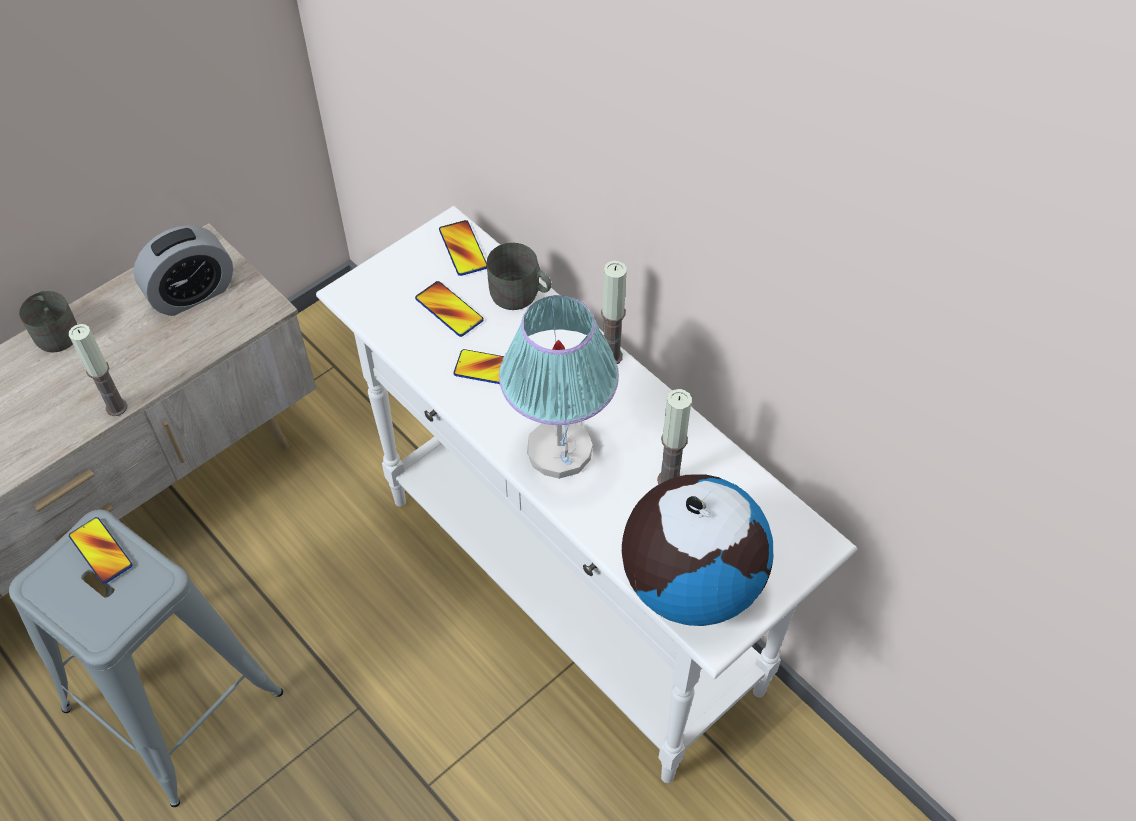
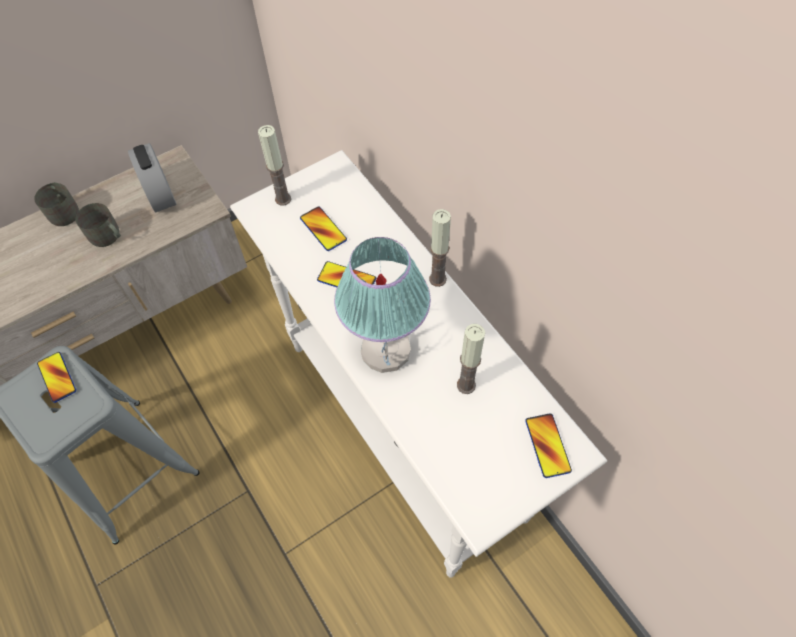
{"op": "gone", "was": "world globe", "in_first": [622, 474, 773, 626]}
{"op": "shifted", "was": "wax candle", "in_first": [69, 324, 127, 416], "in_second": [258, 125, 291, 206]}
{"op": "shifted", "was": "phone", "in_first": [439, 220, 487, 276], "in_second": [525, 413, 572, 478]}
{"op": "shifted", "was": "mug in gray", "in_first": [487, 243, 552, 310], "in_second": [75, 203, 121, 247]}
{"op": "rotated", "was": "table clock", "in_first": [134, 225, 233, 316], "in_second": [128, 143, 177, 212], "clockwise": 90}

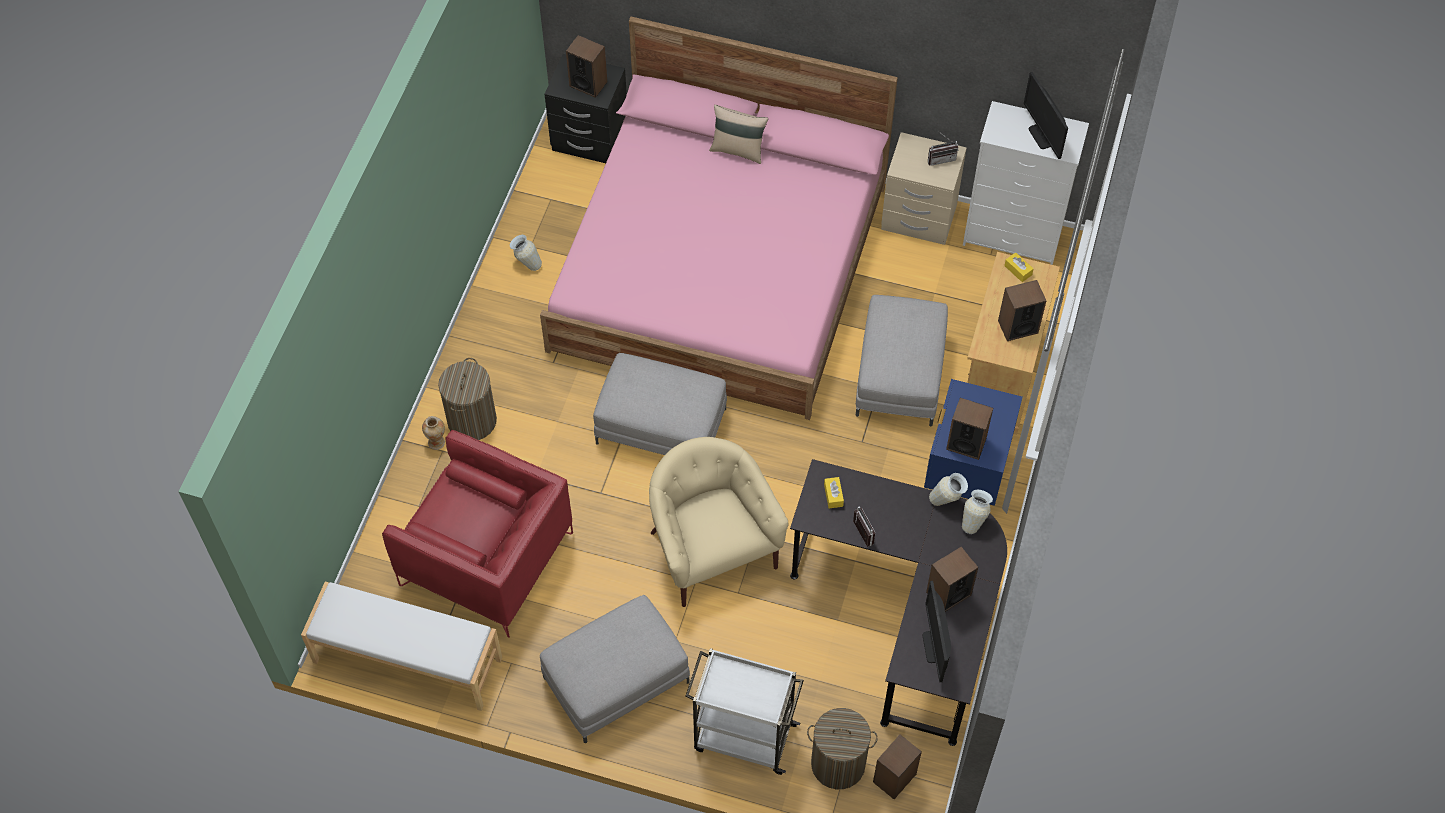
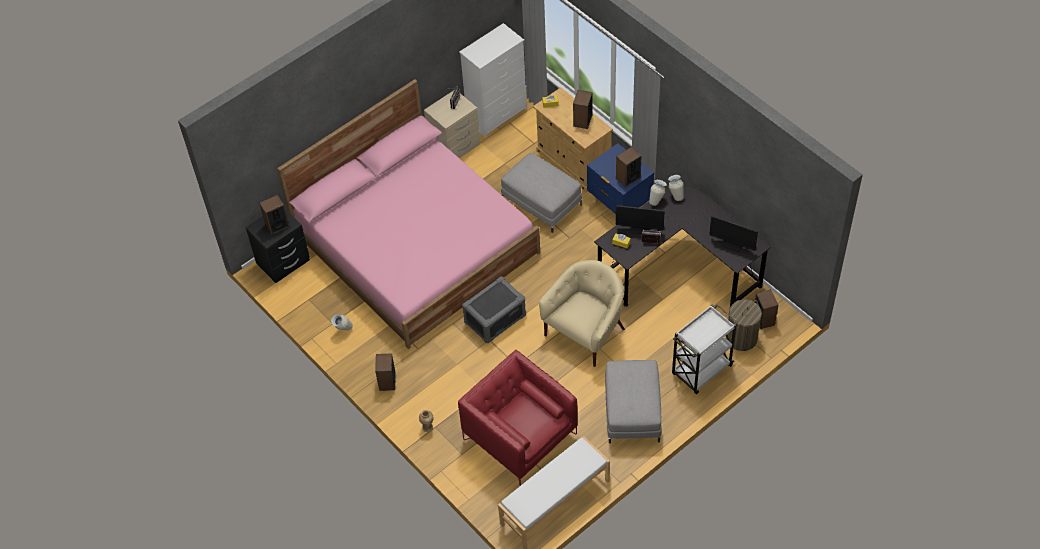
{"op": "gone", "was": "washing basket", "in_first": [438, 358, 497, 440]}
{"op": "gone", "was": "pillow in beige", "in_first": [709, 105, 768, 164]}
{"op": "shifted", "was": "audio speaker", "in_first": [926, 546, 978, 612], "in_second": [375, 353, 396, 391]}
{"op": "shifted", "was": "computer screen", "in_first": [1024, 72, 1068, 159], "in_second": [616, 205, 665, 234]}
{"op": "swapped", "was": "ottoman in gray", "now": "storage bin in gray", "in_first": [593, 353, 727, 455], "in_second": [462, 276, 526, 343]}
{"op": "rotated", "was": "armchair in red", "in_first": [382, 430, 573, 638], "in_second": [458, 350, 578, 486], "clockwise": -105}
{"op": "rotated", "was": "armchair in beige", "in_first": [649, 437, 788, 607], "in_second": [539, 260, 625, 367], "clockwise": 120}

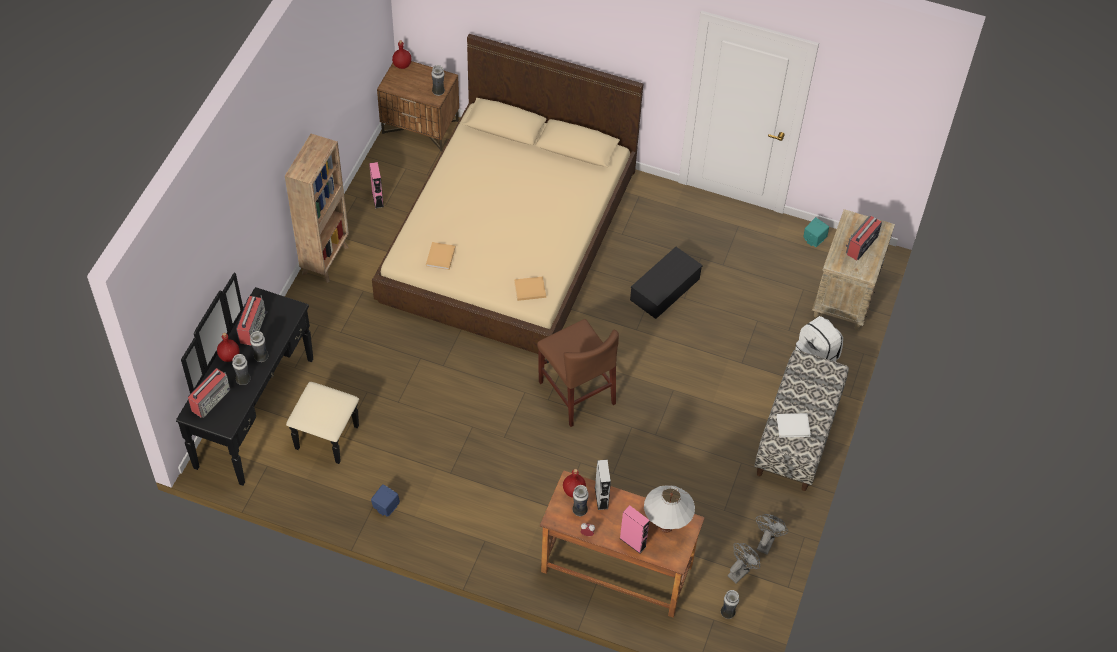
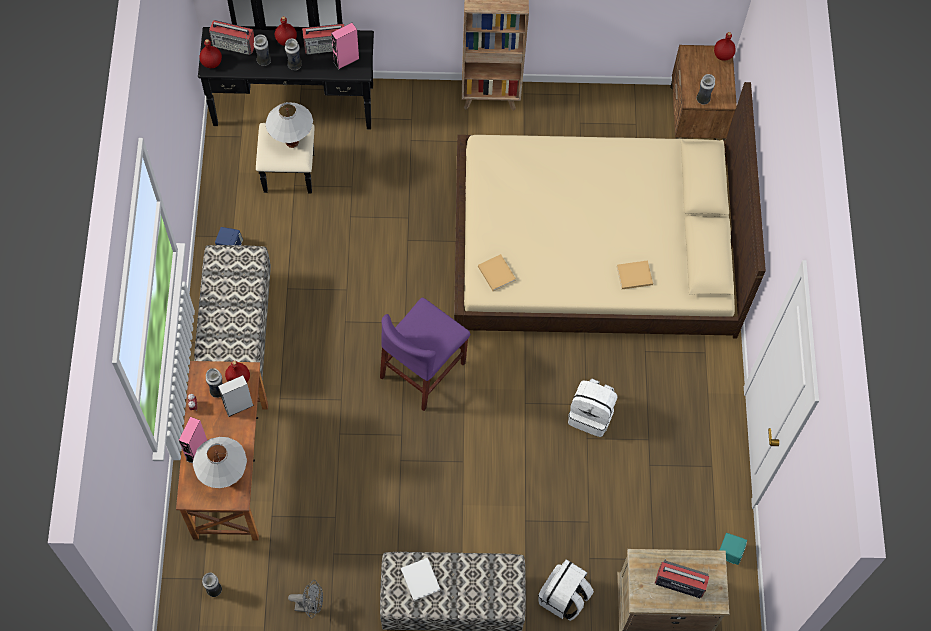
{"op": "gone", "was": "electric fan in gray", "in_first": [727, 543, 760, 583]}
{"op": "new", "now": "bench", "in_second": [194, 245, 271, 379]}
{"op": "new", "now": "bottle in red", "in_second": [200, 39, 222, 68]}
{"op": "new", "now": "lamp for a table in white", "in_second": [265, 102, 313, 148]}
{"op": "shifted", "was": "audio speaker in pink", "in_first": [369, 162, 384, 208], "in_second": [331, 23, 359, 70]}
{"op": "shifted", "was": "book in beige", "in_first": [426, 242, 455, 270], "in_second": [617, 260, 653, 289]}
{"op": "swapped", "was": "storage bin in blackish", "now": "rucksack in white", "in_first": [630, 247, 703, 319], "in_second": [568, 378, 617, 437]}
{"op": "repainted", "was": "plain chair in brown-coloured", "now": "plain chair in purple-coloured", "in_first": [537, 319, 619, 427], "in_second": [380, 298, 470, 411]}

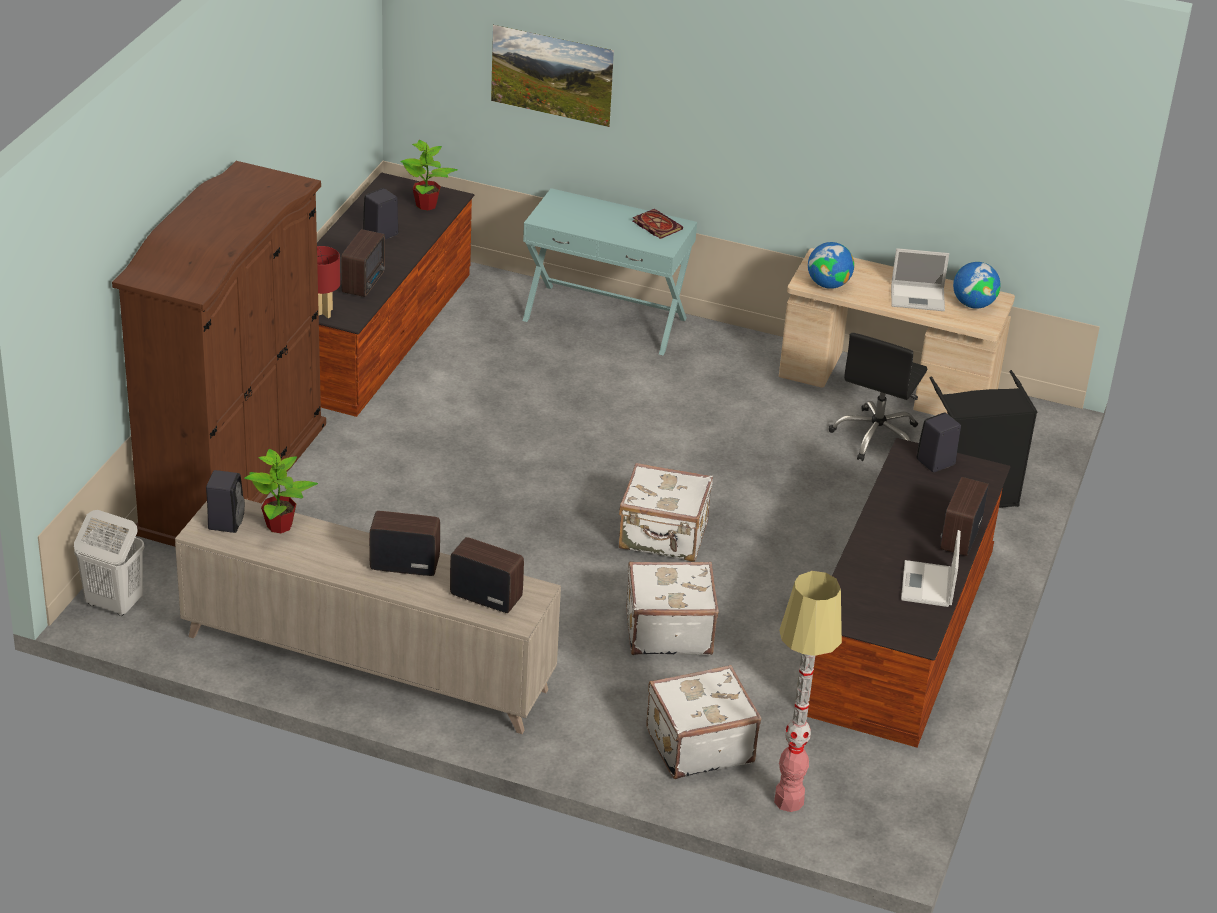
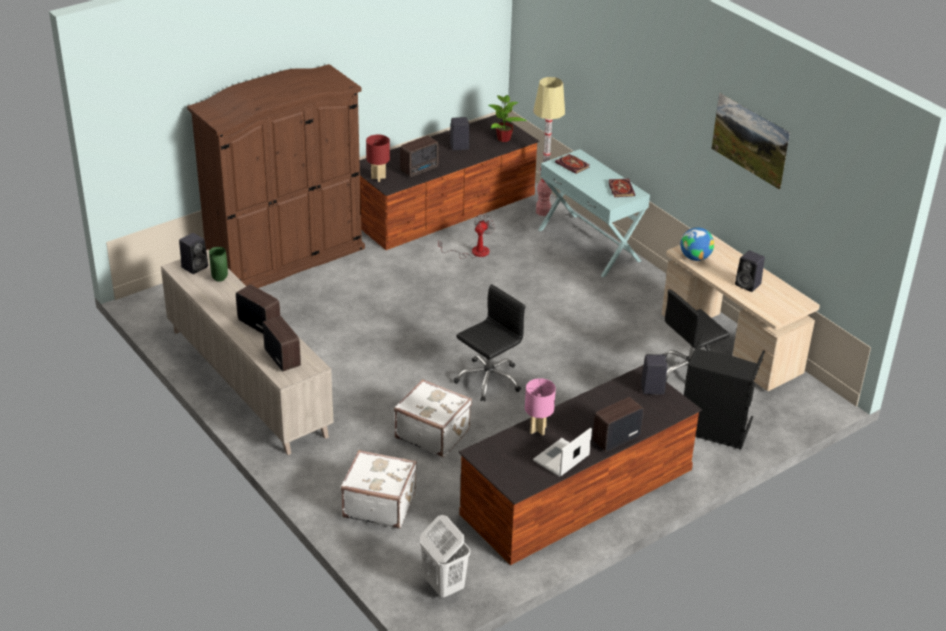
{"op": "gone", "was": "world globe", "in_first": [953, 262, 1001, 309]}
{"op": "new", "now": "electric fan", "in_second": [438, 214, 495, 259]}
{"op": "new", "now": "lamp for a table in pink", "in_second": [525, 378, 556, 436]}
{"op": "new", "now": "book", "in_second": [555, 154, 590, 174]}
{"op": "shifted", "was": "washing basket in white", "in_first": [74, 510, 144, 616], "in_second": [420, 515, 470, 598]}
{"op": "shifted", "was": "picture", "in_first": [491, 25, 614, 127], "in_second": [711, 93, 790, 190]}
{"op": "shifted", "was": "standing lamp", "in_first": [774, 571, 842, 812], "in_second": [534, 77, 565, 216]}
{"op": "swapped", "was": "houseplant", "now": "flower vase in greenish", "in_first": [245, 449, 318, 533], "in_second": [209, 247, 228, 282]}
{"op": "swapped", "was": "suitcase in white", "now": "computer chair in blackish", "in_first": [619, 463, 713, 562], "in_second": [454, 284, 525, 402]}
{"op": "swapped", "was": "notebook computer", "now": "audio speaker in blackish", "in_first": [891, 248, 949, 311], "in_second": [735, 250, 765, 292]}

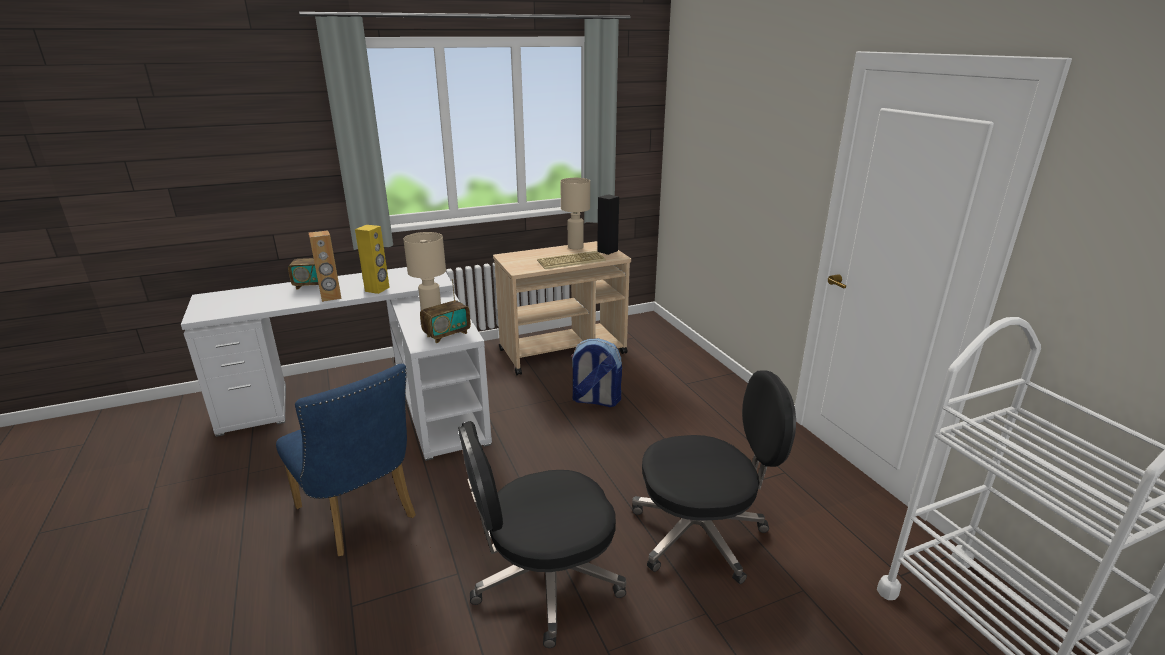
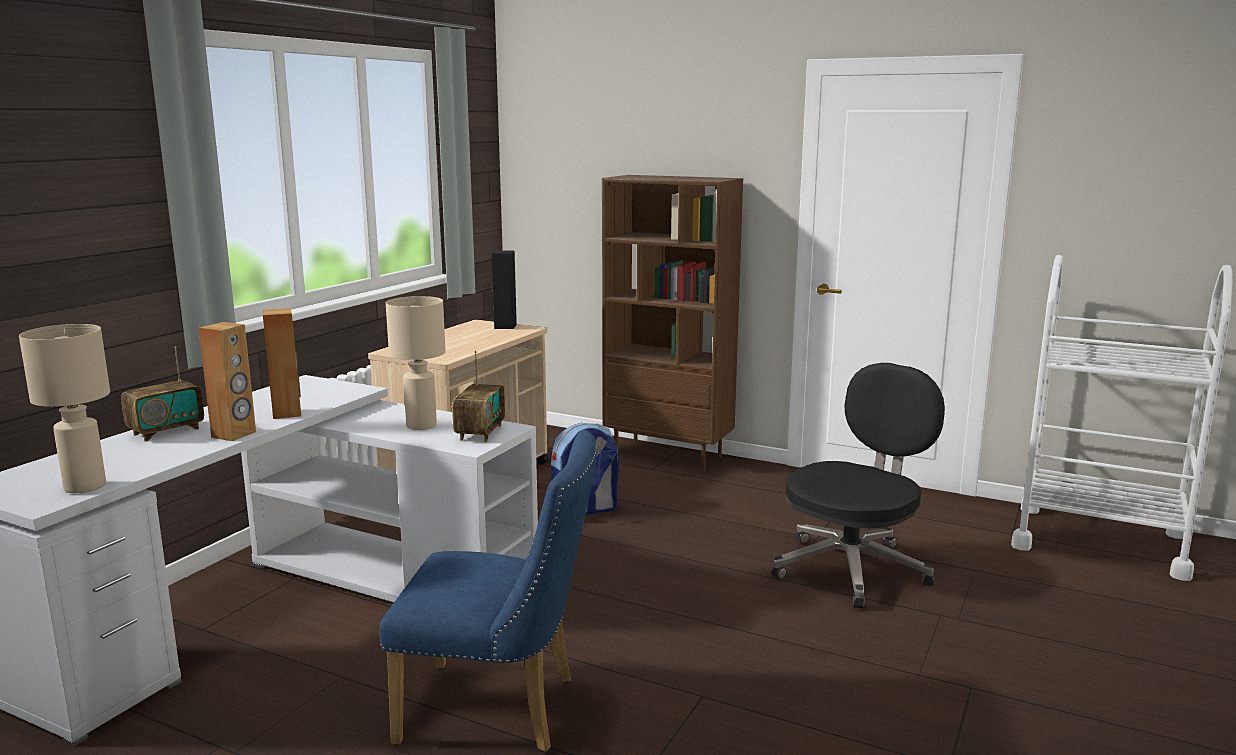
{"op": "gone", "was": "computer chair in blackish", "in_first": [458, 421, 626, 648]}
{"op": "gone", "was": "PC keyboard", "in_first": [537, 251, 606, 269]}
{"op": "new", "now": "shelving unit in brown-coloured", "in_second": [602, 175, 743, 472]}
{"op": "shifted", "was": "lamp for a table in beige", "in_first": [560, 178, 590, 250], "in_second": [19, 324, 110, 493]}
{"op": "repainted", "was": "audio speaker in yellow", "now": "audio speaker in brown-coloured", "in_first": [355, 225, 390, 294], "in_second": [263, 308, 301, 419]}

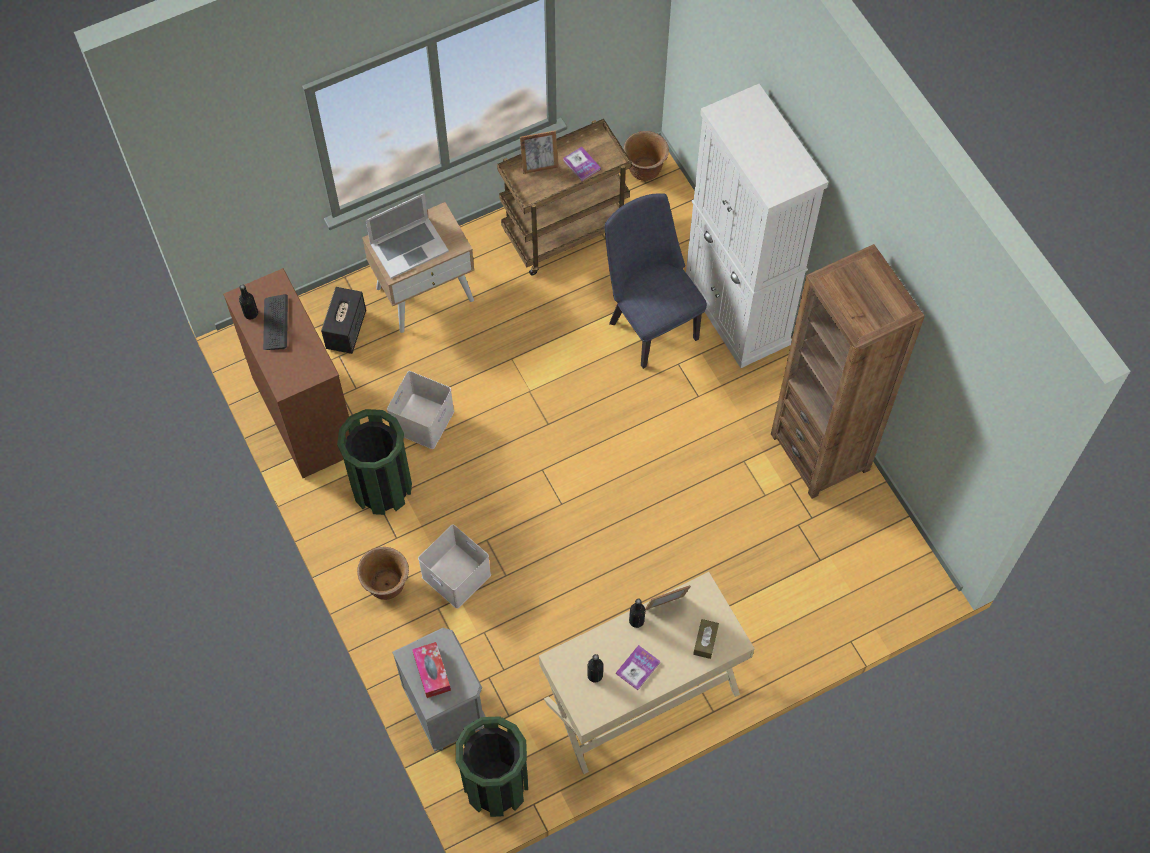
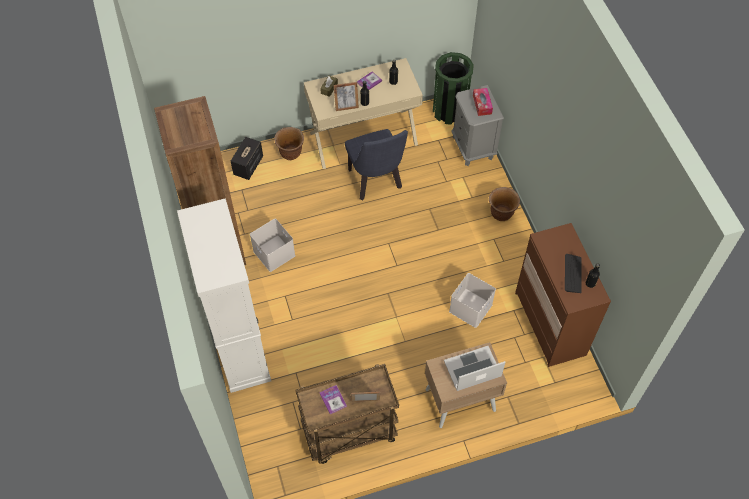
{"op": "gone", "was": "rubbish bin in greenish", "in_first": [337, 409, 412, 515]}
{"op": "shifted", "was": "audio speaker", "in_first": [321, 287, 366, 354], "in_second": [231, 137, 263, 180]}
{"op": "shifted", "was": "storage bin in white", "in_first": [418, 524, 491, 609], "in_second": [250, 218, 295, 272]}
{"op": "shifted", "was": "plain chair in blue", "in_first": [605, 193, 707, 369], "in_second": [345, 129, 408, 200]}
{"op": "shifted", "was": "plant pot in brown-coloured", "in_first": [624, 131, 669, 181], "in_second": [274, 127, 304, 160]}

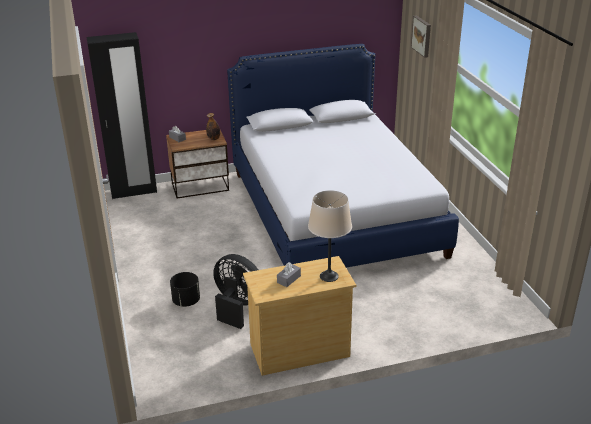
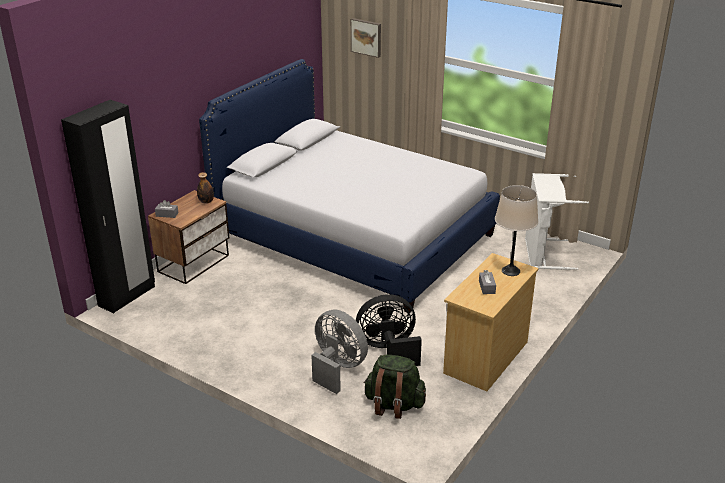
{"op": "new", "now": "rucksack in greenish", "in_second": [364, 355, 426, 419]}
{"op": "new", "now": "washing basket in white", "in_second": [525, 173, 589, 270]}
{"op": "swapped", "was": "plant pot in blackish", "now": "electric fan in gray", "in_first": [170, 272, 200, 307], "in_second": [311, 310, 368, 394]}

